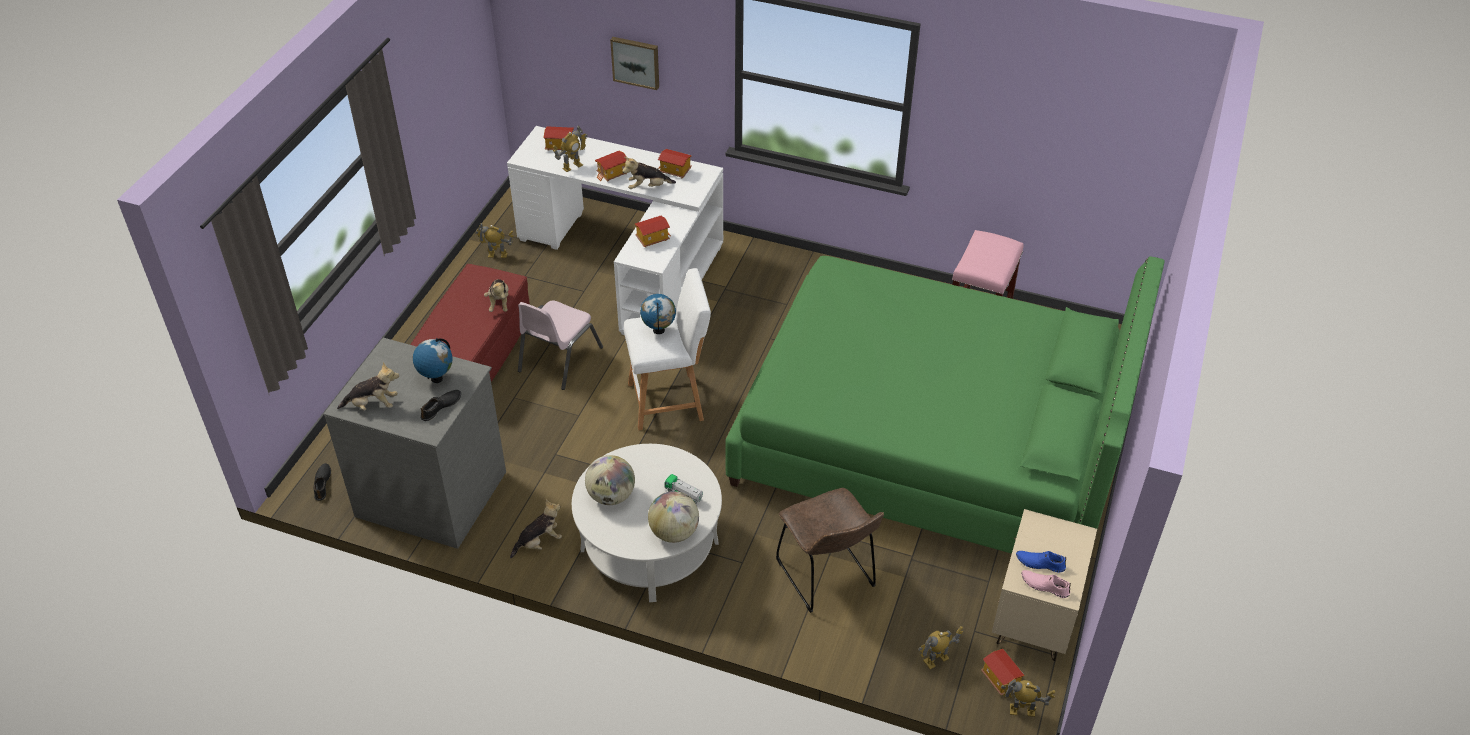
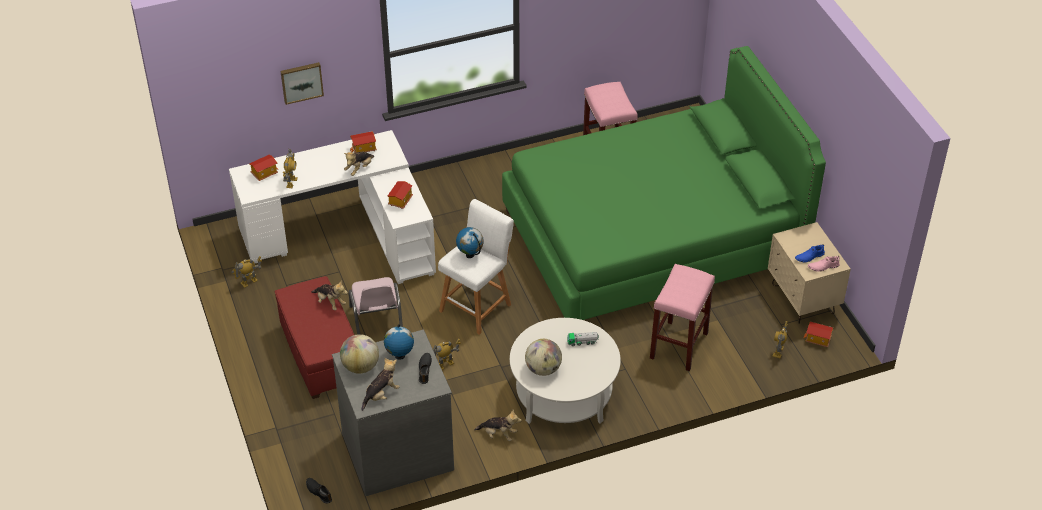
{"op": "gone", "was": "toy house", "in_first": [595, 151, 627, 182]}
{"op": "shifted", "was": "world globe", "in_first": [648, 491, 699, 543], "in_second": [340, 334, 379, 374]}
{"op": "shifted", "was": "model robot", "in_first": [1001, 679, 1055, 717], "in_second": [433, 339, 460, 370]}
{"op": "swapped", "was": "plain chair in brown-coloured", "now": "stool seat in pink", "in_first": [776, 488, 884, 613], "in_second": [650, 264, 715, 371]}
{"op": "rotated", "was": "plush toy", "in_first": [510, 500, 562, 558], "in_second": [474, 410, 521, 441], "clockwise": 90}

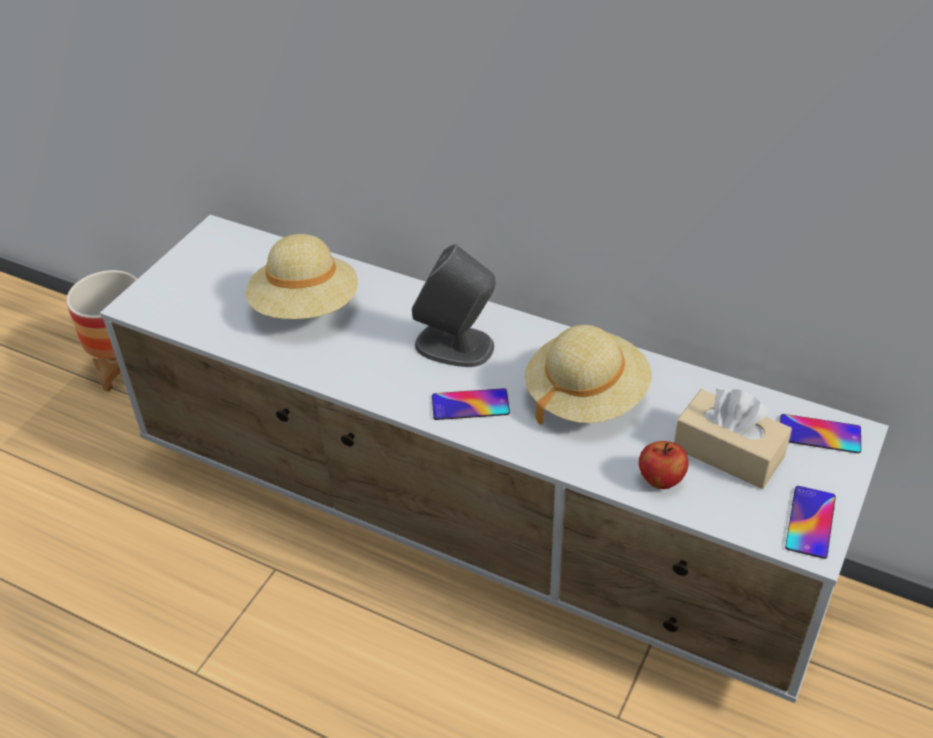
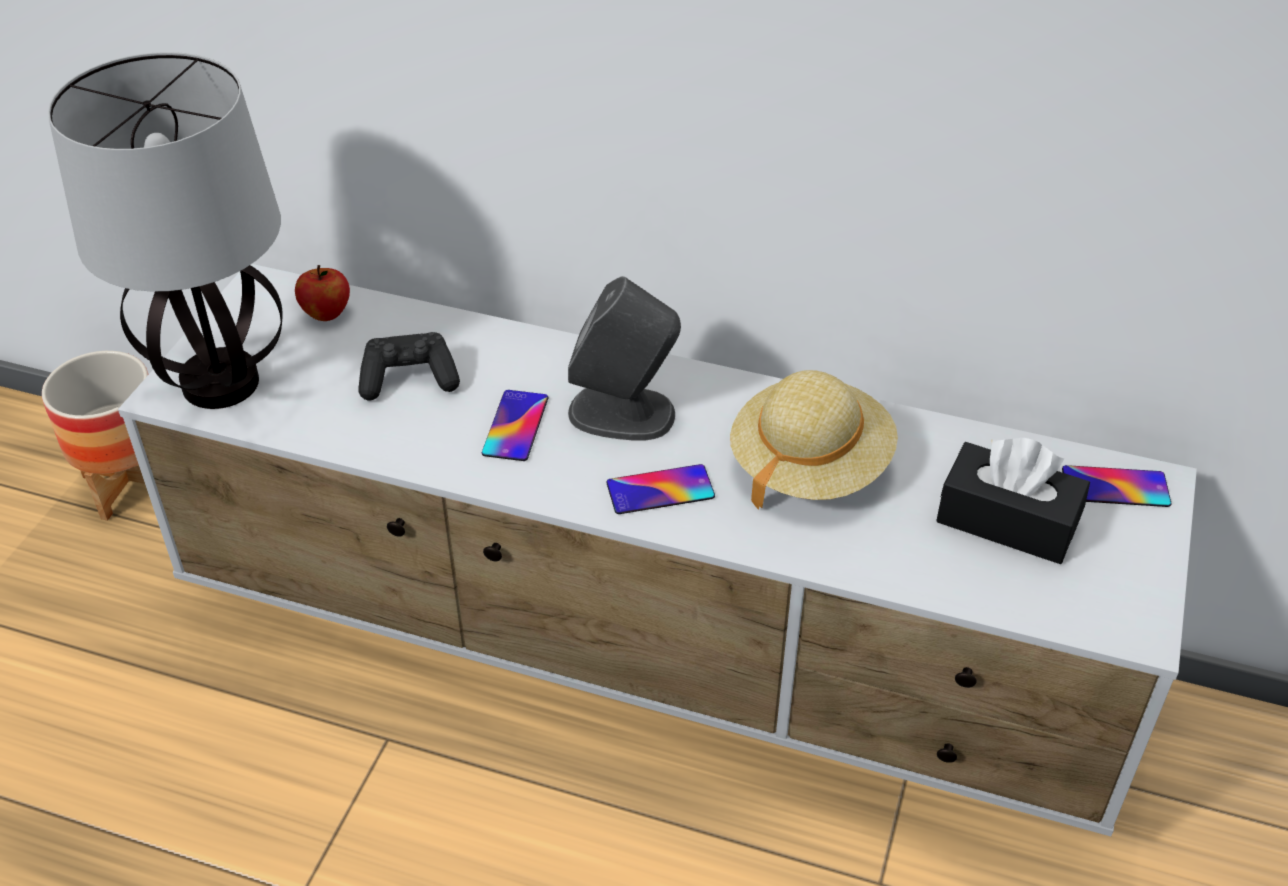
{"op": "new", "now": "lamp for a table", "in_second": [48, 52, 283, 409]}
{"op": "shifted", "was": "apple fruit", "in_first": [639, 441, 689, 489], "in_second": [295, 265, 350, 321]}
{"op": "shifted", "was": "phone", "in_first": [785, 486, 836, 559], "in_second": [482, 390, 548, 461]}
{"op": "swapped", "was": "wearable hat in beige", "now": "game controller in blackish", "in_first": [246, 234, 358, 319], "in_second": [358, 332, 460, 401]}
{"op": "repainted", "was": "tissue holder in beige", "now": "tissue holder in blackish", "in_first": [674, 389, 792, 489], "in_second": [936, 438, 1090, 564]}

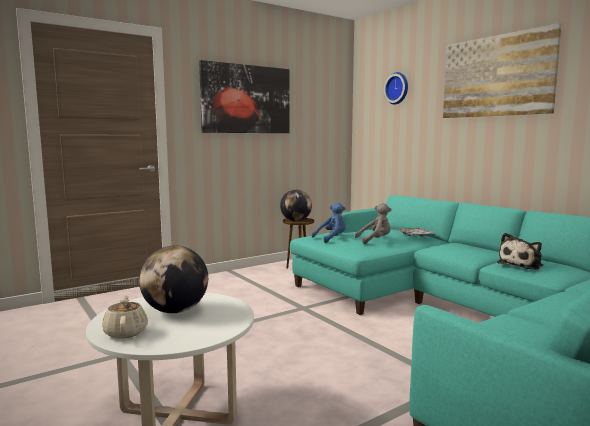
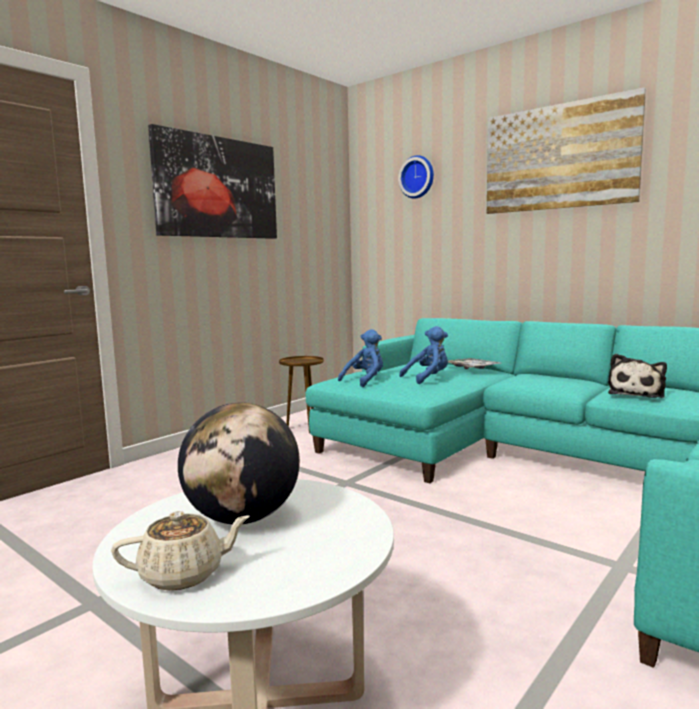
{"op": "gone", "was": "world globe", "in_first": [280, 190, 312, 221]}
{"op": "repainted", "was": "plush toy in gray", "now": "plush toy in blue", "in_first": [355, 203, 391, 244], "in_second": [399, 326, 448, 384]}
{"op": "rotated", "was": "teapot in beige", "in_first": [102, 295, 148, 339], "in_second": [111, 511, 250, 591], "clockwise": 105}

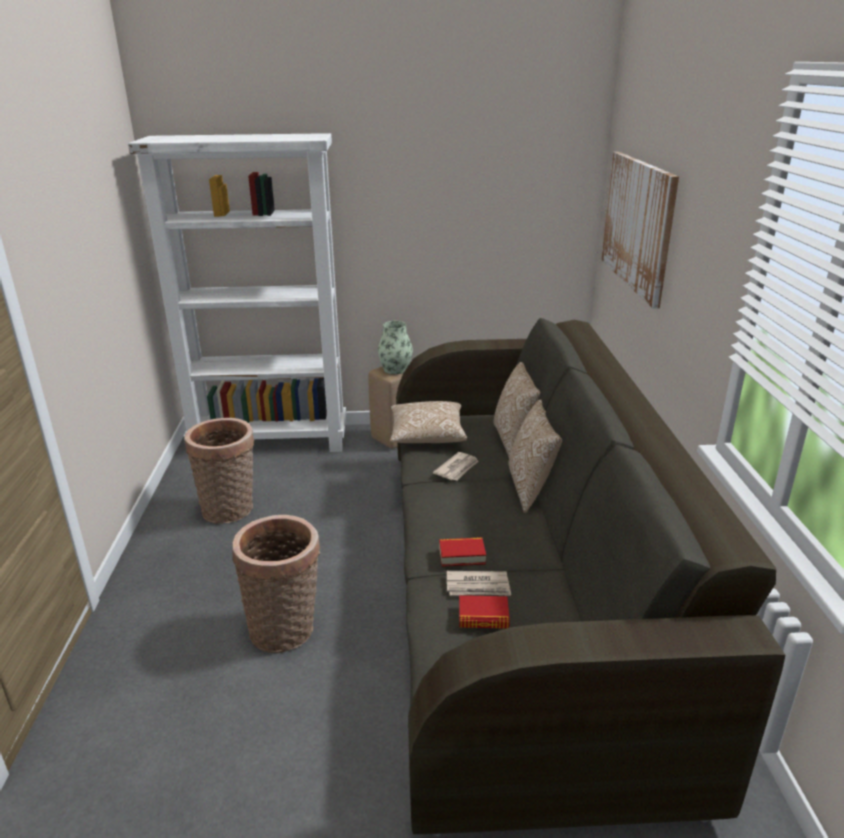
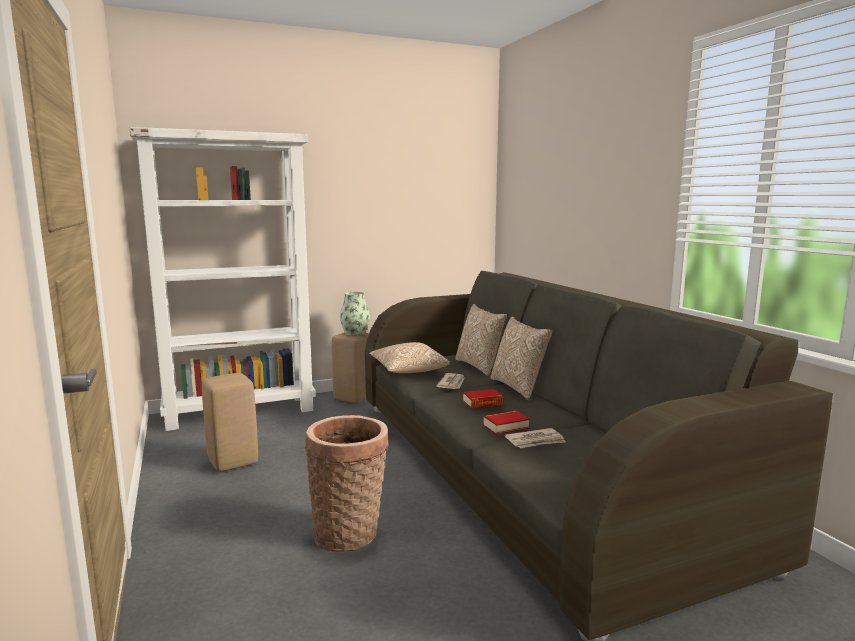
{"op": "gone", "was": "picture", "in_first": [601, 152, 679, 309]}
{"op": "shifted", "was": "book", "in_first": [459, 595, 510, 629], "in_second": [463, 389, 504, 408]}
{"op": "swapped", "was": "basket", "now": "stool seat in beige", "in_first": [184, 418, 254, 524], "in_second": [202, 373, 258, 472]}

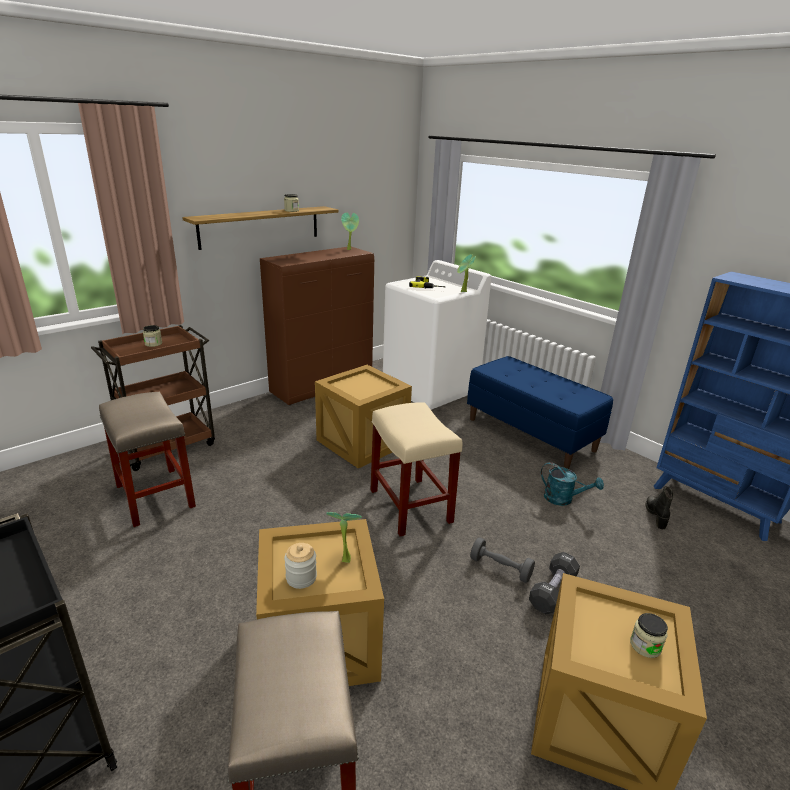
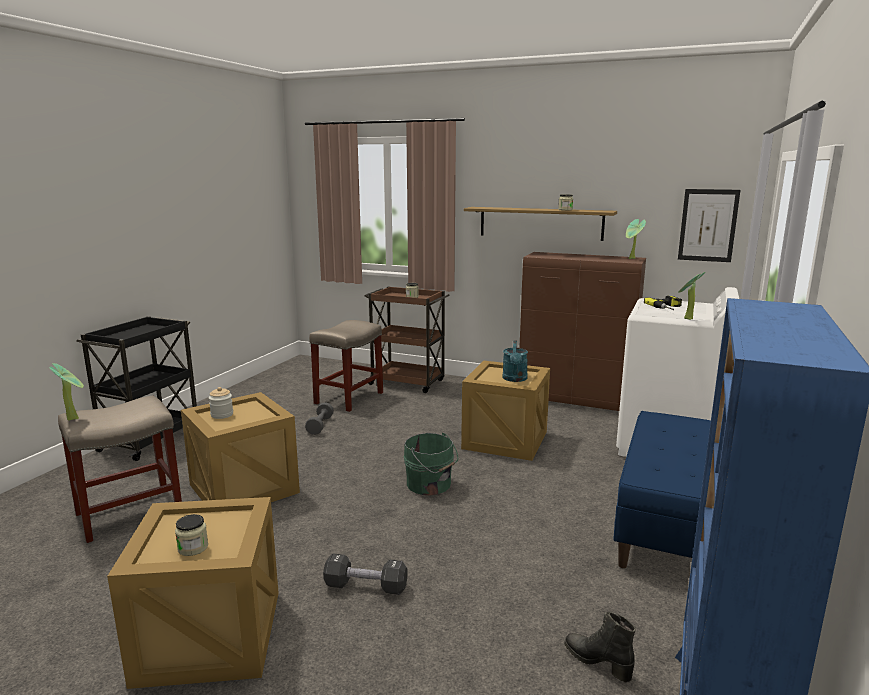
{"op": "new", "now": "picture", "in_second": [678, 189, 741, 262]}
{"op": "shifted", "was": "houseplant", "in_first": [326, 512, 362, 563], "in_second": [49, 363, 84, 420]}
{"op": "shifted", "was": "free weight in gray", "in_first": [470, 538, 535, 583], "in_second": [305, 402, 334, 435]}
{"op": "shifted", "was": "watering can in blue-green", "in_first": [541, 462, 604, 506], "in_second": [502, 340, 528, 382]}
{"op": "swapped", "was": "stool seat in beige", "now": "bucket in greenish", "in_first": [371, 402, 463, 536], "in_second": [403, 433, 458, 496]}
{"op": "rotated", "was": "high-top boot in blackish", "in_first": [646, 486, 674, 530], "in_second": [565, 612, 636, 682], "clockwise": -120}

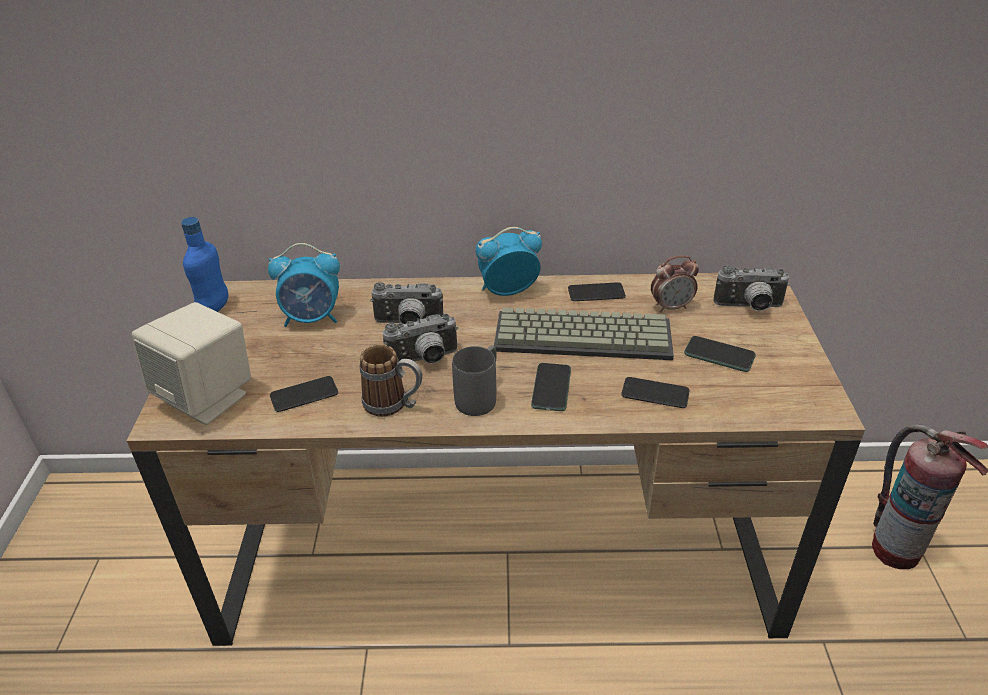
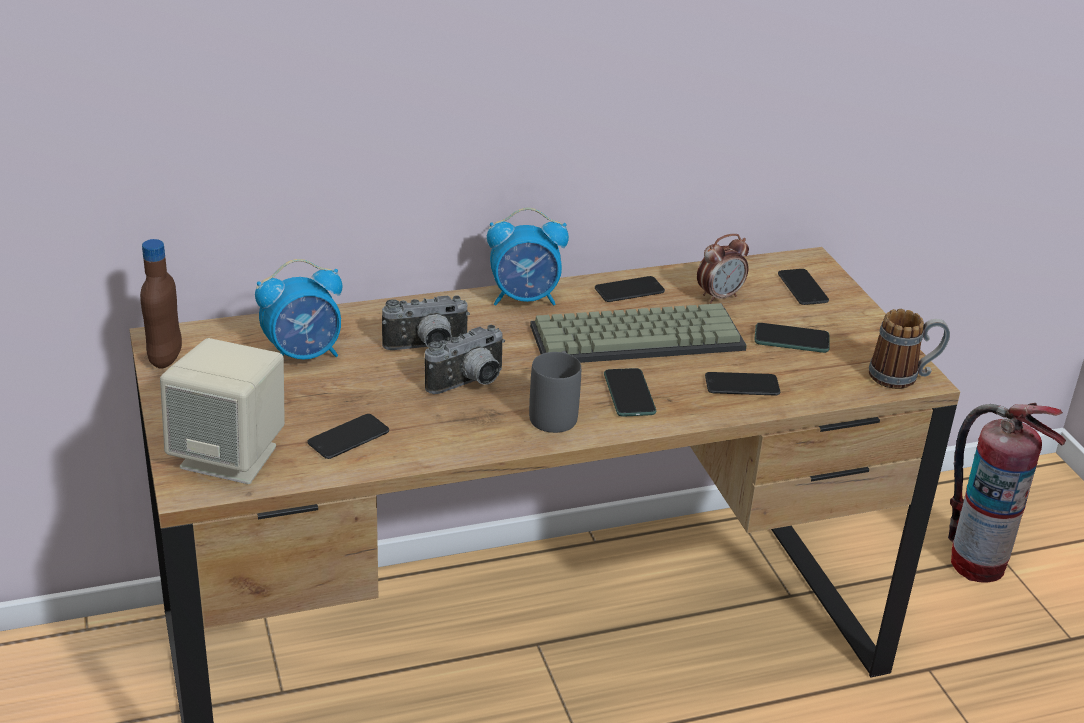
{"op": "shifted", "was": "mug", "in_first": [360, 344, 422, 417], "in_second": [869, 309, 950, 389]}
{"op": "swapped", "was": "still camera", "now": "phone", "in_first": [713, 266, 790, 311], "in_second": [778, 269, 829, 305]}
{"op": "repainted", "was": "bottle in blue", "now": "bottle in brown-coloured", "in_first": [181, 217, 228, 312], "in_second": [140, 239, 182, 369]}
{"op": "rotated", "was": "table clock", "in_first": [476, 227, 542, 296], "in_second": [487, 208, 569, 306], "clockwise": -150}

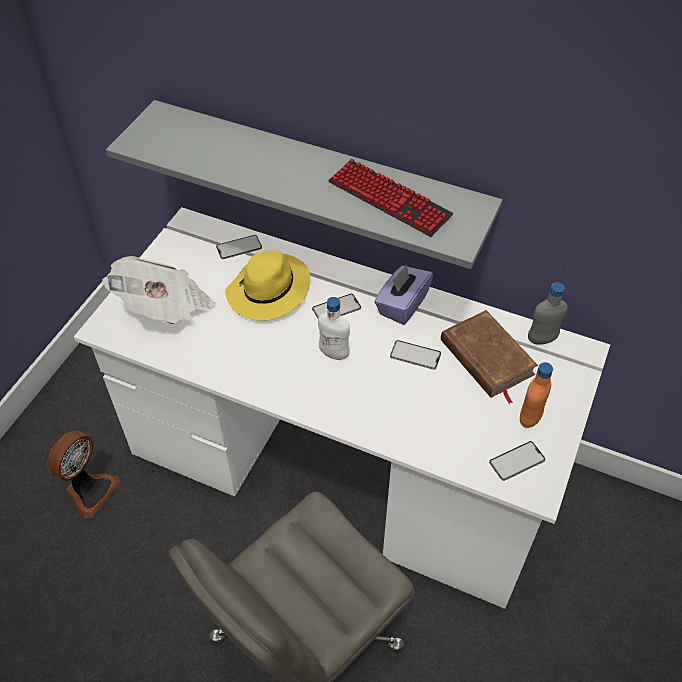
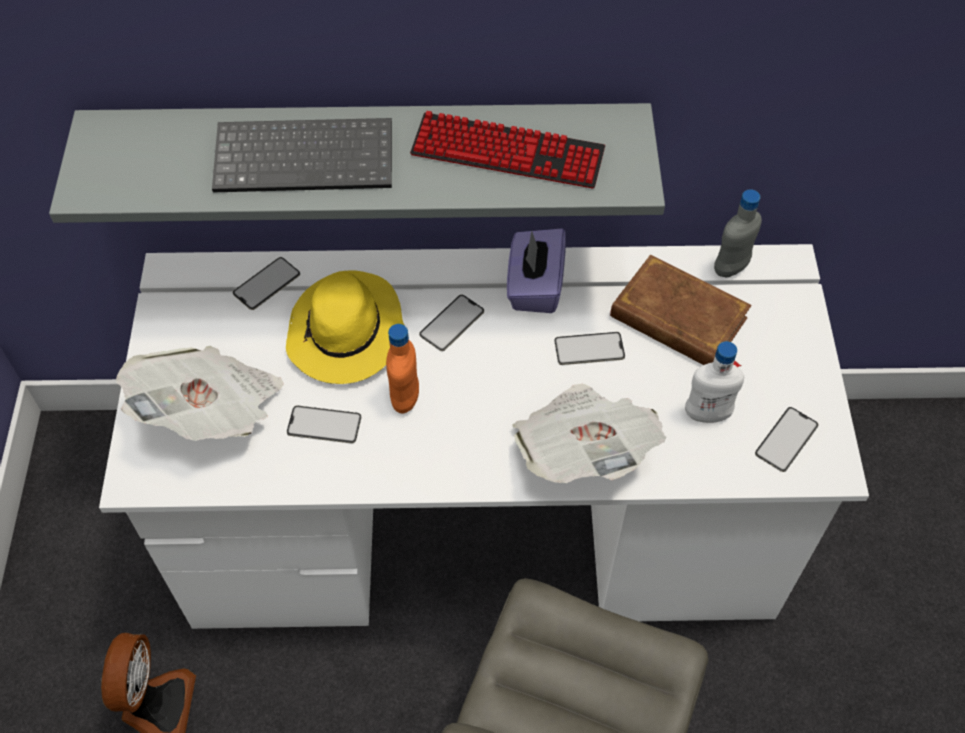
{"op": "new", "now": "PC keyboard", "in_second": [212, 118, 392, 192]}
{"op": "new", "now": "phone", "in_second": [287, 405, 361, 444]}
{"op": "new", "now": "printed paper", "in_second": [512, 384, 666, 483]}
{"op": "shifted", "was": "bottle in white", "in_first": [318, 297, 350, 360], "in_second": [685, 341, 744, 423]}
{"op": "shifted", "was": "bottle in orangey", "in_first": [520, 362, 553, 428], "in_second": [386, 324, 419, 413]}

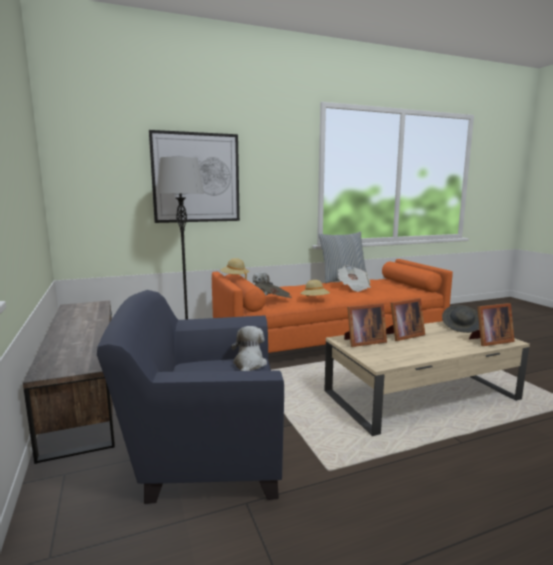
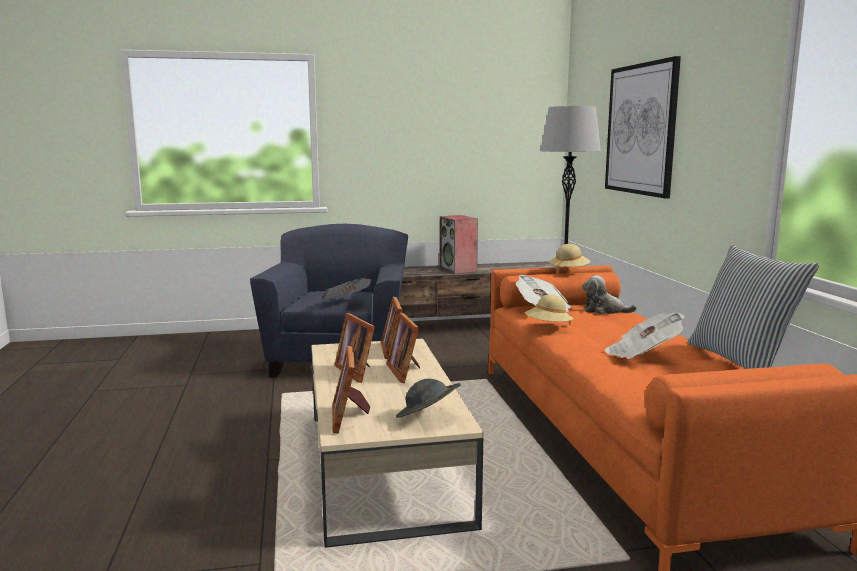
{"op": "new", "now": "picture frame", "in_second": [334, 313, 375, 383]}
{"op": "new", "now": "audio speaker", "in_second": [439, 215, 478, 274]}
{"op": "swapped", "was": "plush toy", "now": "printed paper", "in_first": [231, 326, 267, 371], "in_second": [322, 278, 371, 300]}

